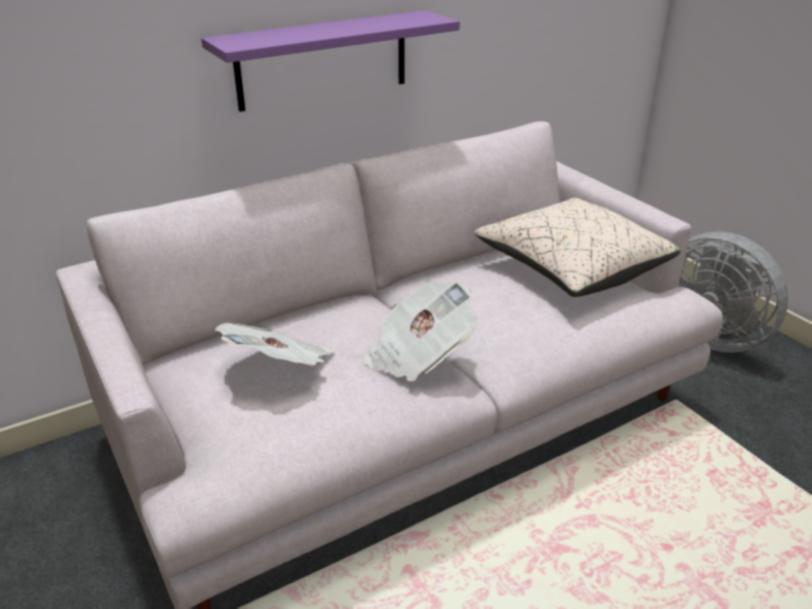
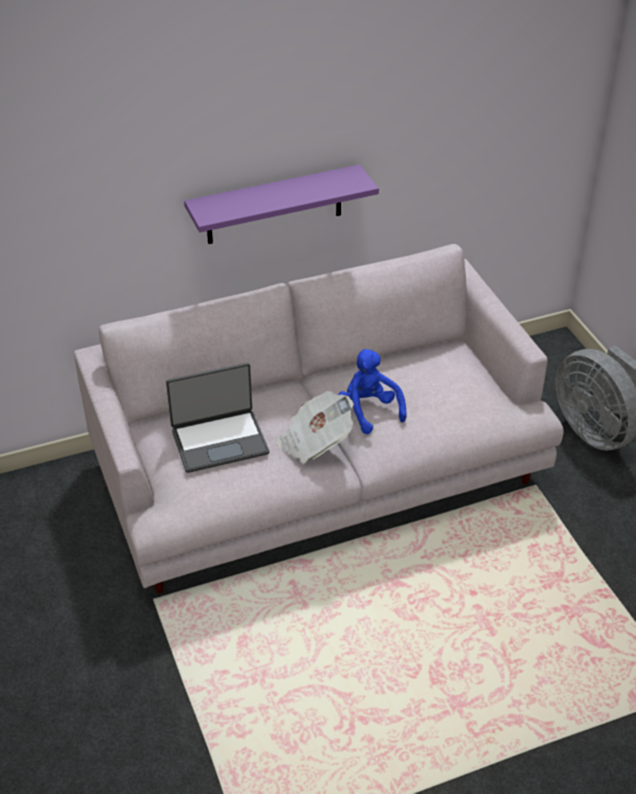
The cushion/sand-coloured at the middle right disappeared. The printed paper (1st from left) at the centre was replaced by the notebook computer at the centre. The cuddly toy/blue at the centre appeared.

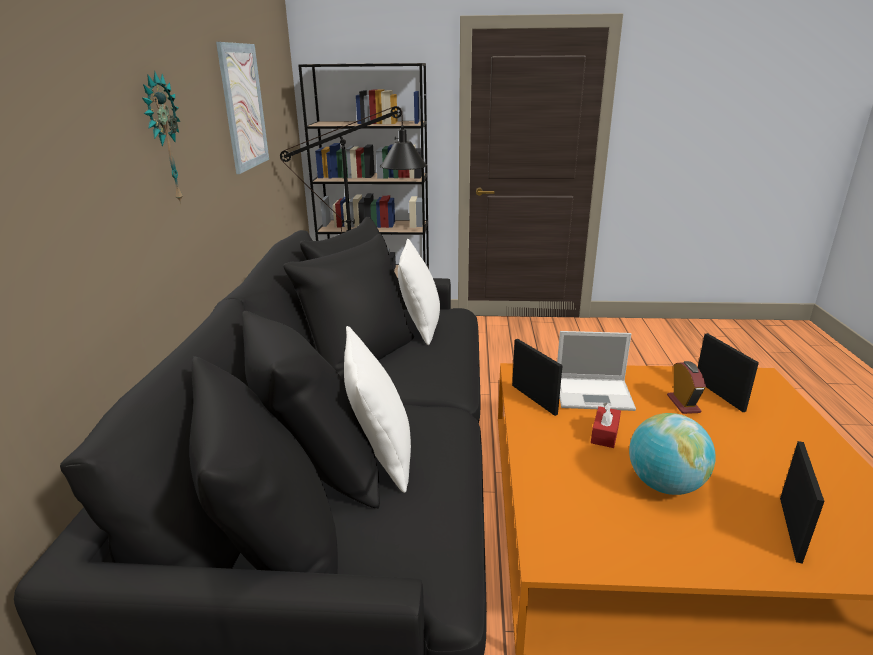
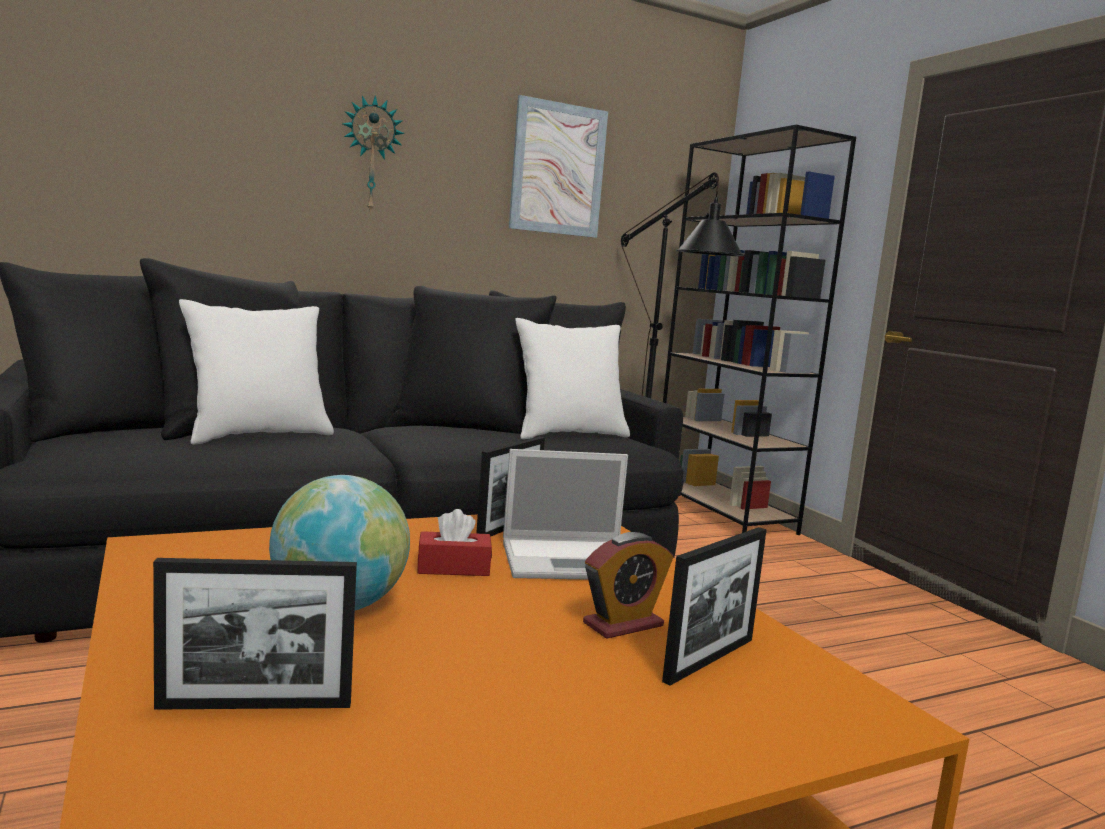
The notebook computer at the middle right turned 75 degrees counterclockwise.

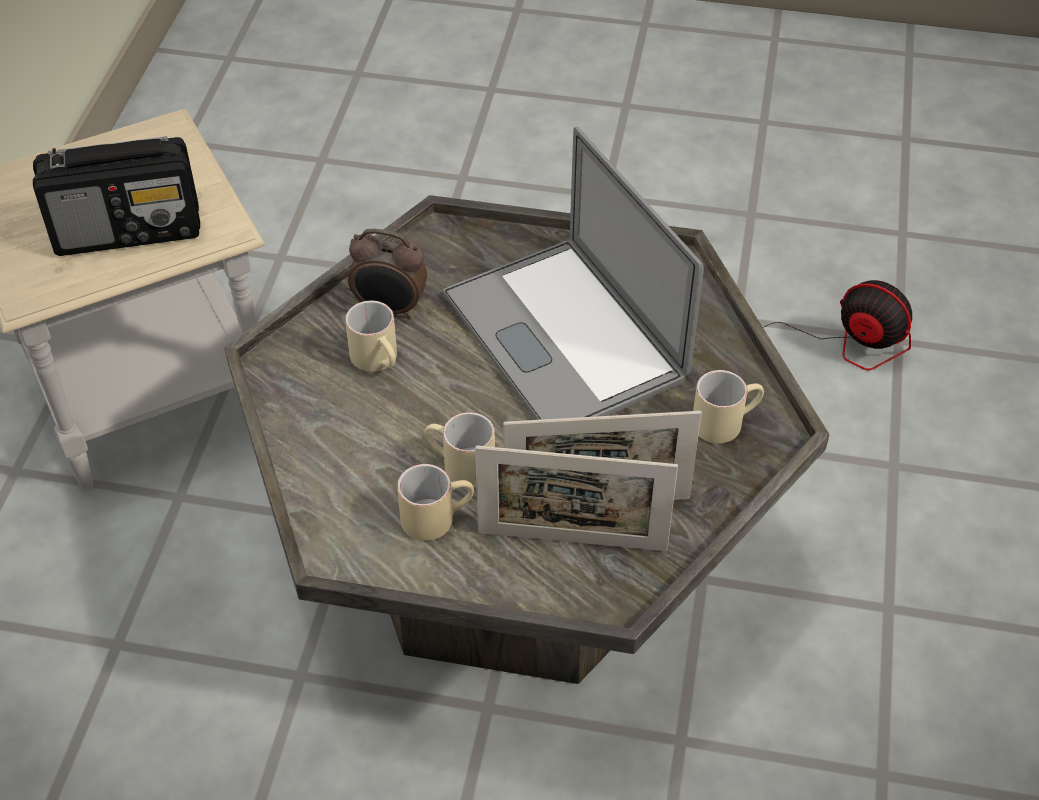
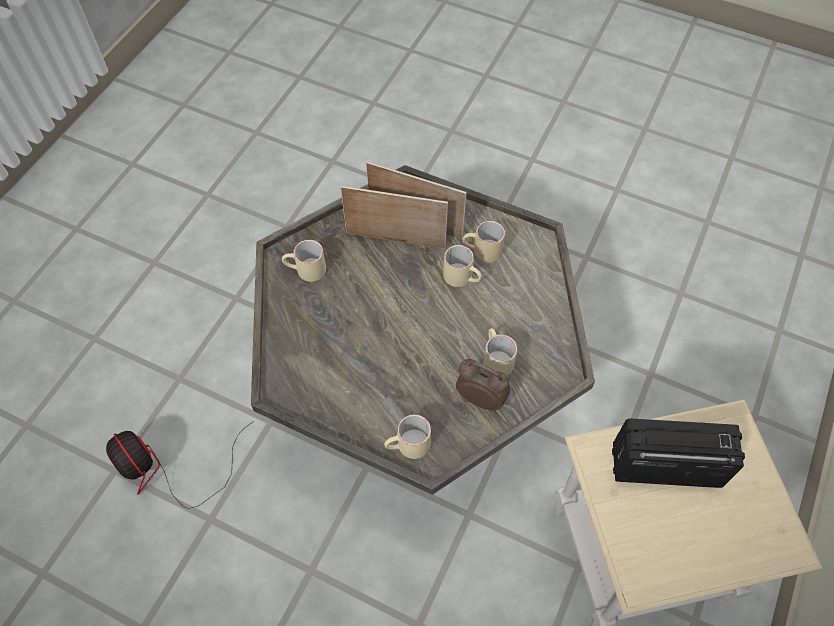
The notebook computer at the centre disappeared. The tea mug/sand-coloured (2nd from left) at the bottom centre appeared.

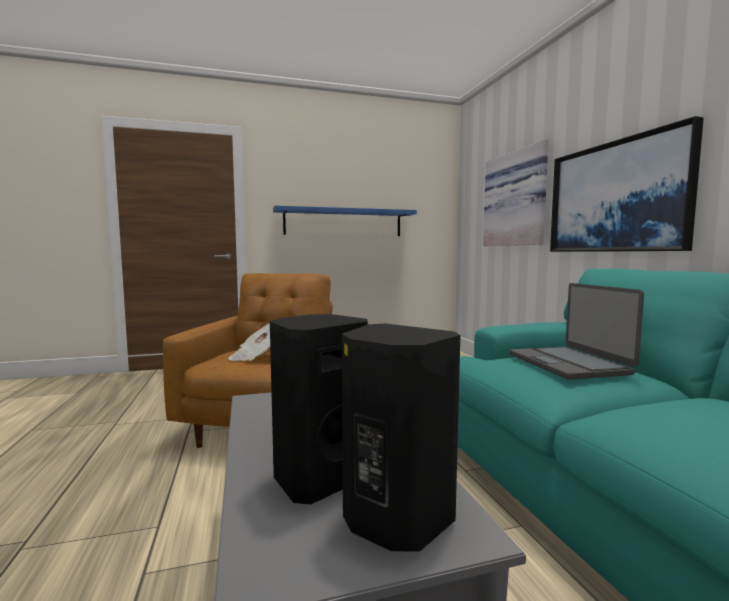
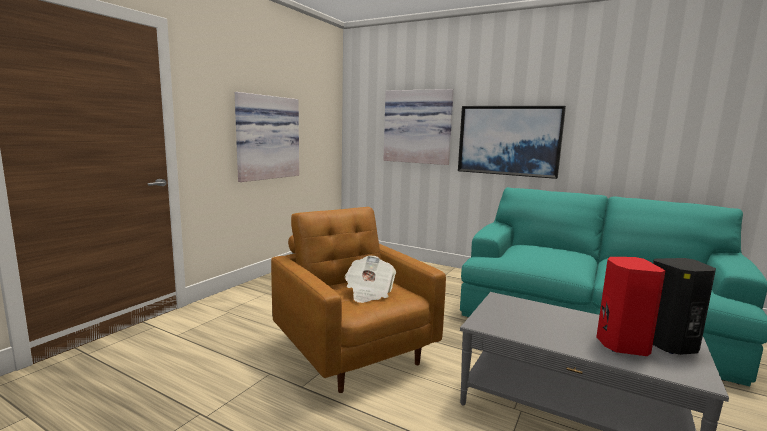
The wall shelf/blue at the centre was replaced by the wall art (1st from left) at the top centre. The notebook computer at the middle right disappeared. The loudspeaker/black (1st from left) at the bottom centre became the loudspeaker/red at the bottom right.

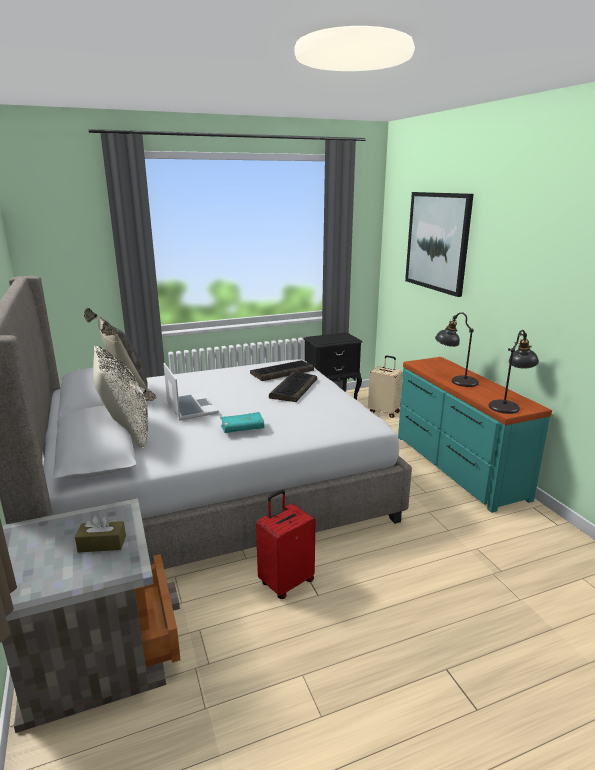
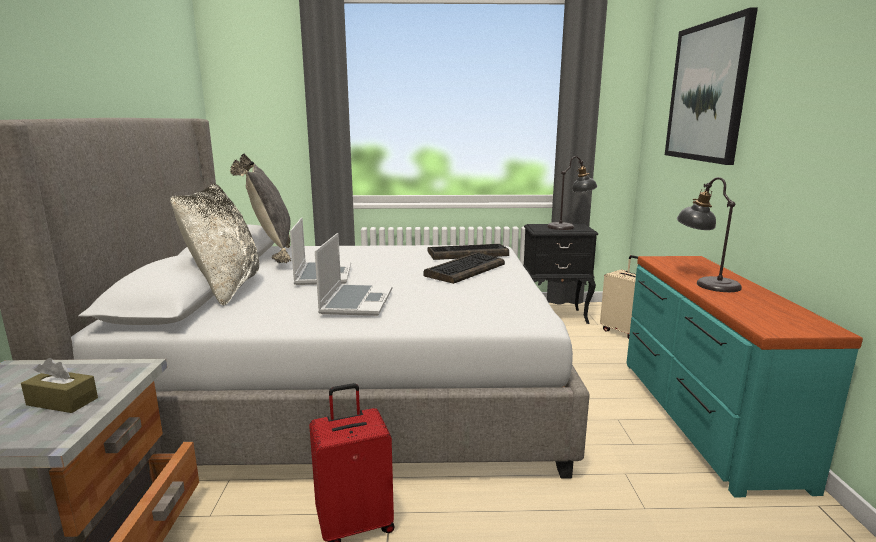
The lamp for a table/grey (2nd from left in the first image) moved from the middle right to the centre. The bound book/turquoise-coloured at the centre was replaced by the notebook computer (2nd from left) at the centre.

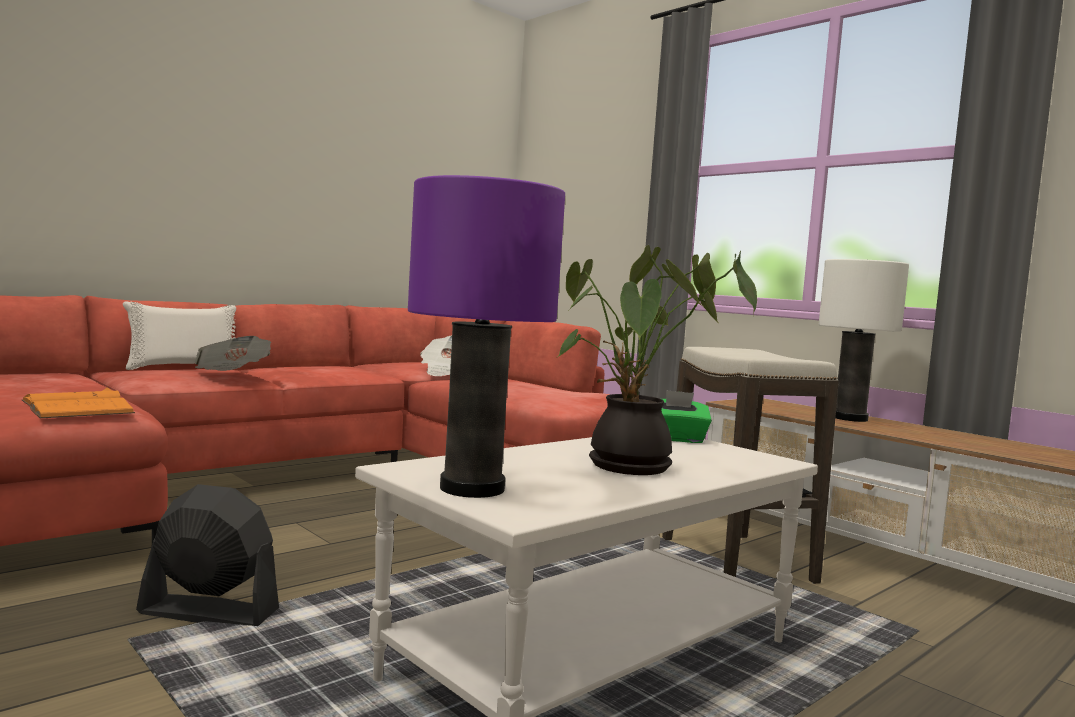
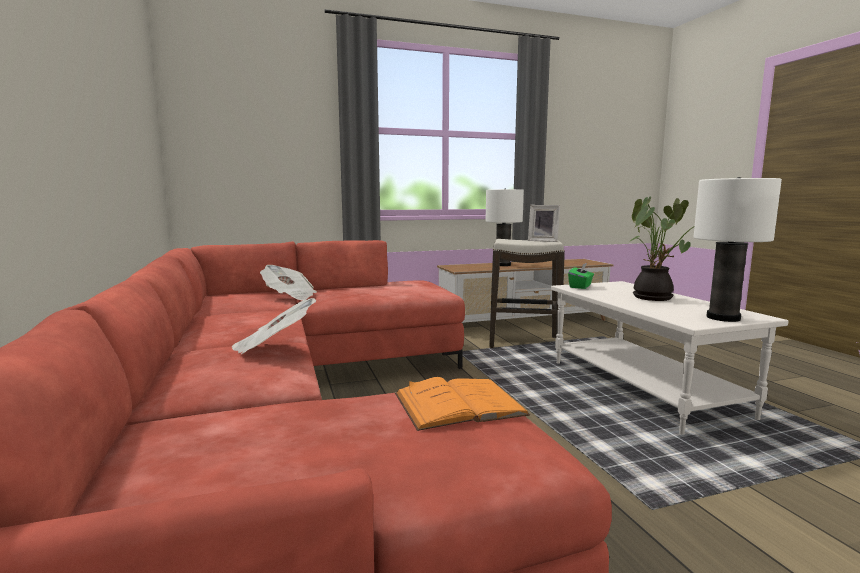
The lamp for a table/purple-coloured at the centre became the lamp for a table/whitish (2nd from left) at the middle right. The cushion/whitish at the middle left disappeared. The electric fan/black at the bottom left disappeared. The picture frame at the centre appeared.

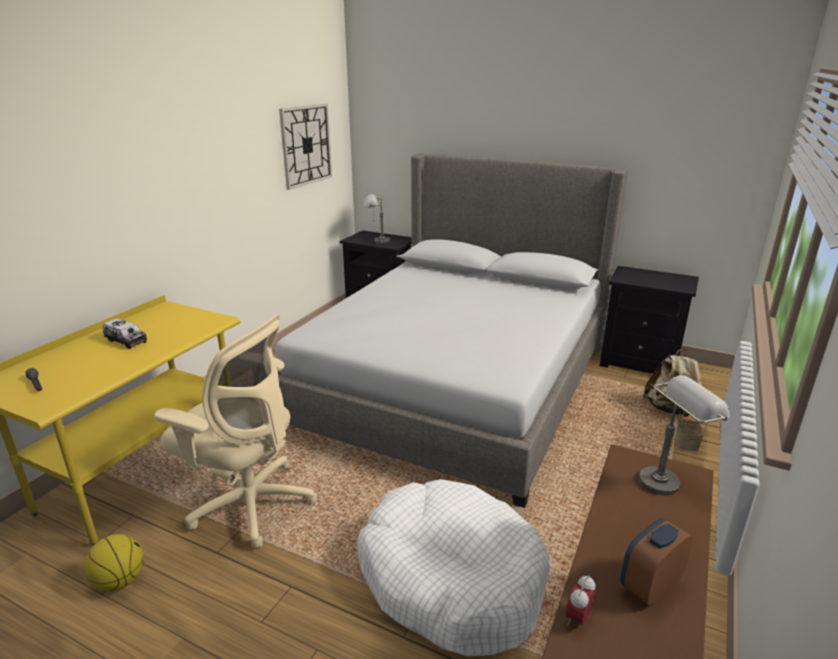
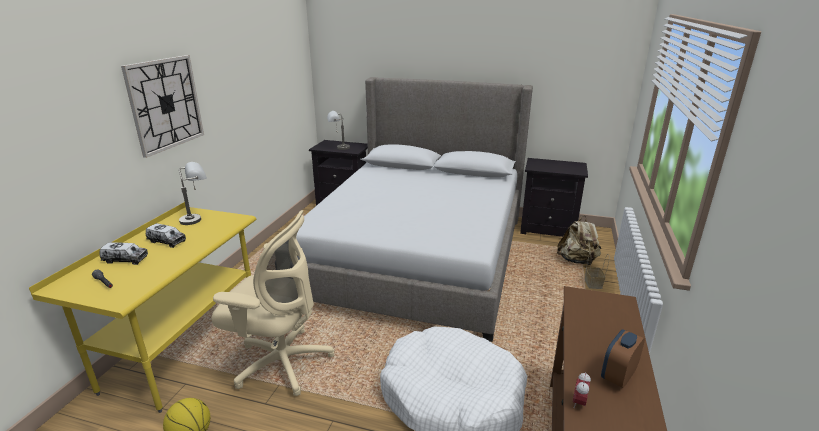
The hanging clock moved from the top centre to the top left. The lamp for a table/grey (2nd from left in the first image) moved from the middle right to the middle left. The toy truck (1st from left) at the middle left appeared.

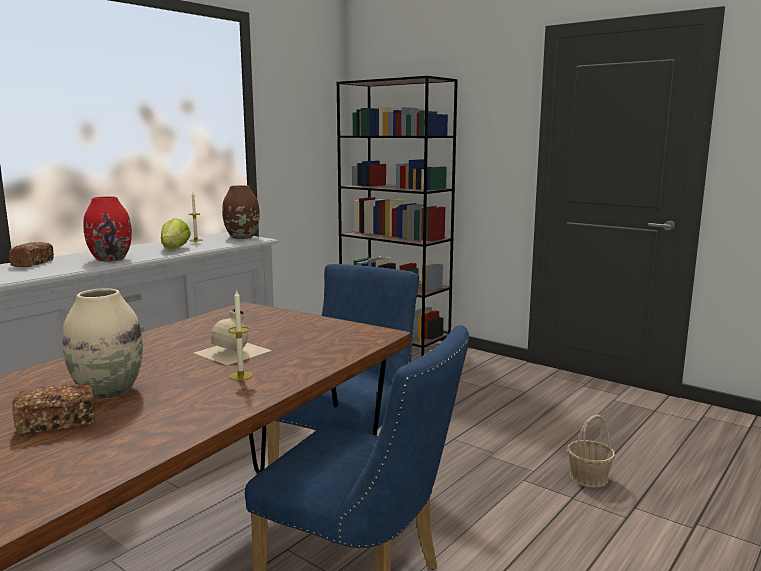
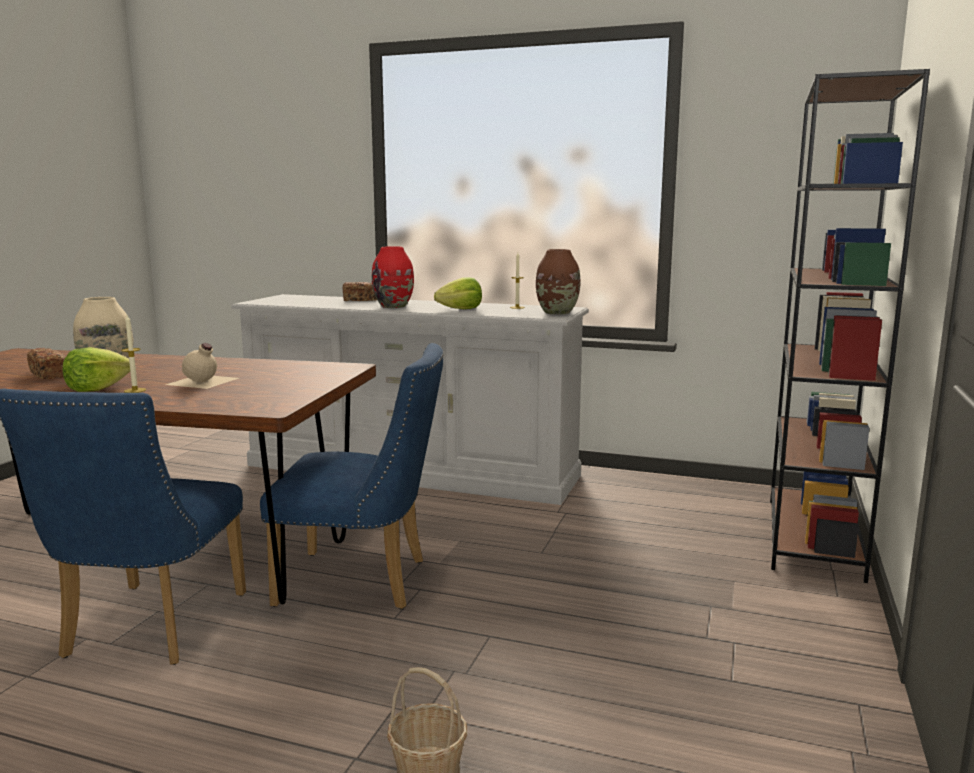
The head of lettuce (1st from left) at the middle left appeared.

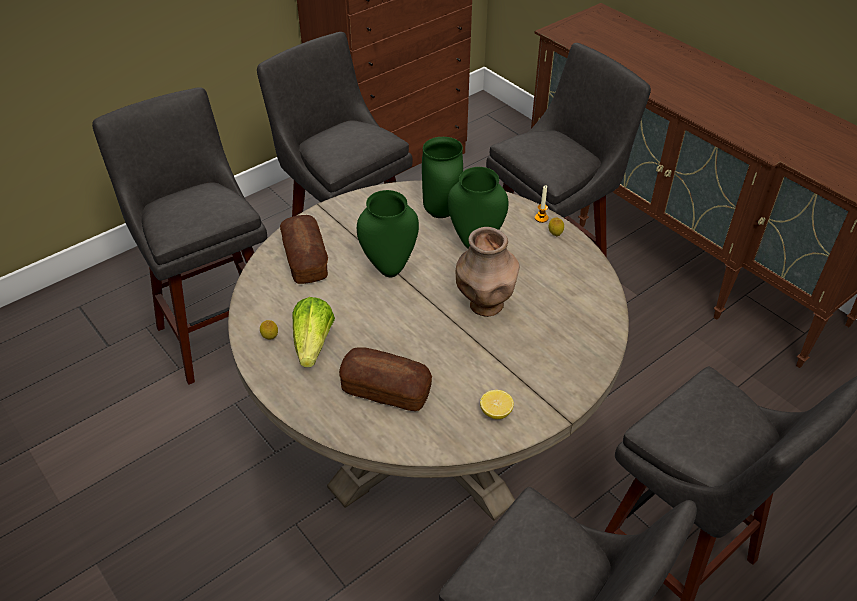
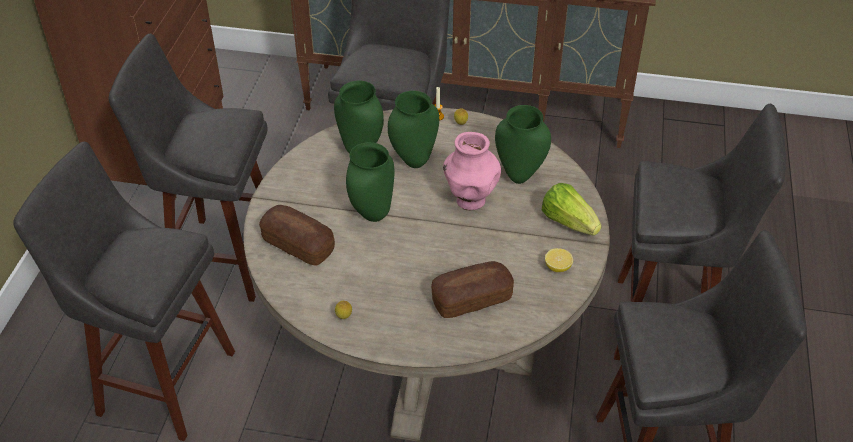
The decorative vase/brown-coloured at the centre became the decorative vase/pink-coloured at the centre. The head of lettuce moved from the centre to the middle right. The decorative vase/green (4th from left) at the top centre appeared.

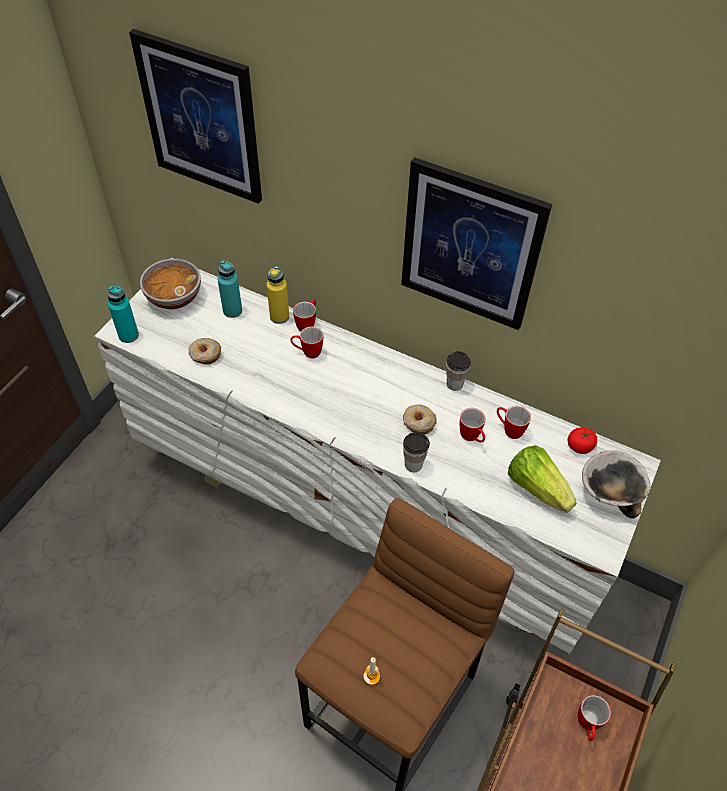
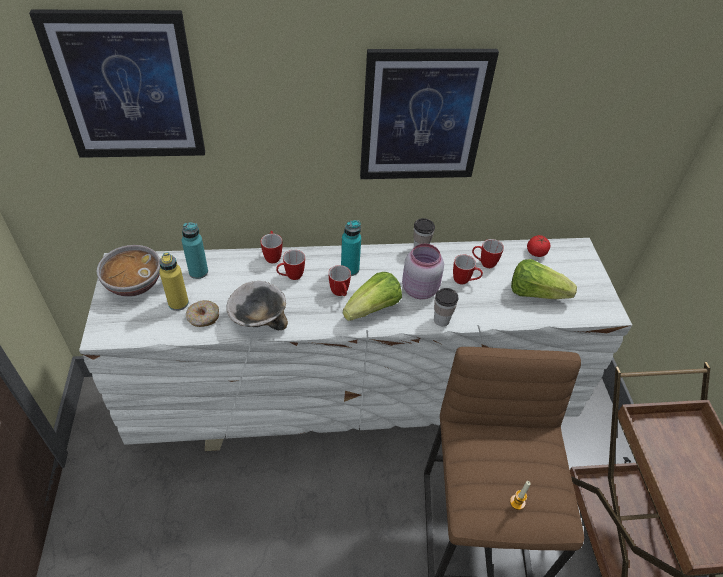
The beverage bottle/yellowish moved from the centre to the middle left. The beverage bottle/turquoise-coloured (1st from left in the first image) moved from the middle left to the centre. The ring doughnut (2nd from left) at the centre was replaced by the preserve jar/pink-coloured at the centre. The serving bowl (2nd from left) moved from the middle right to the centre. The tea mug (5th from left in the first image) moved from the bottom right to the centre. The head of lettuce (1st from left) at the centre appeared.

